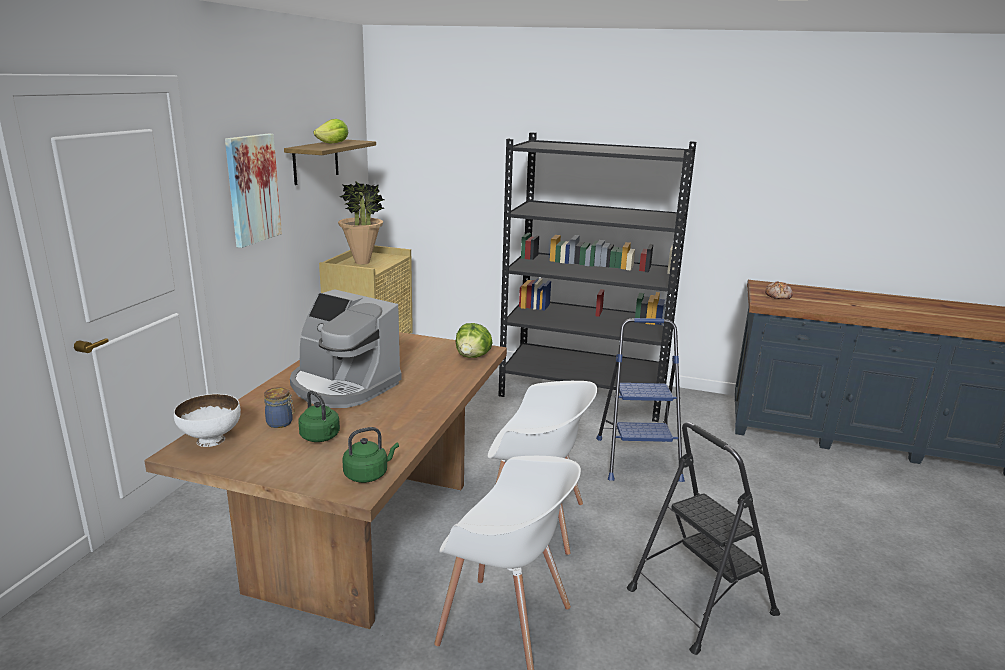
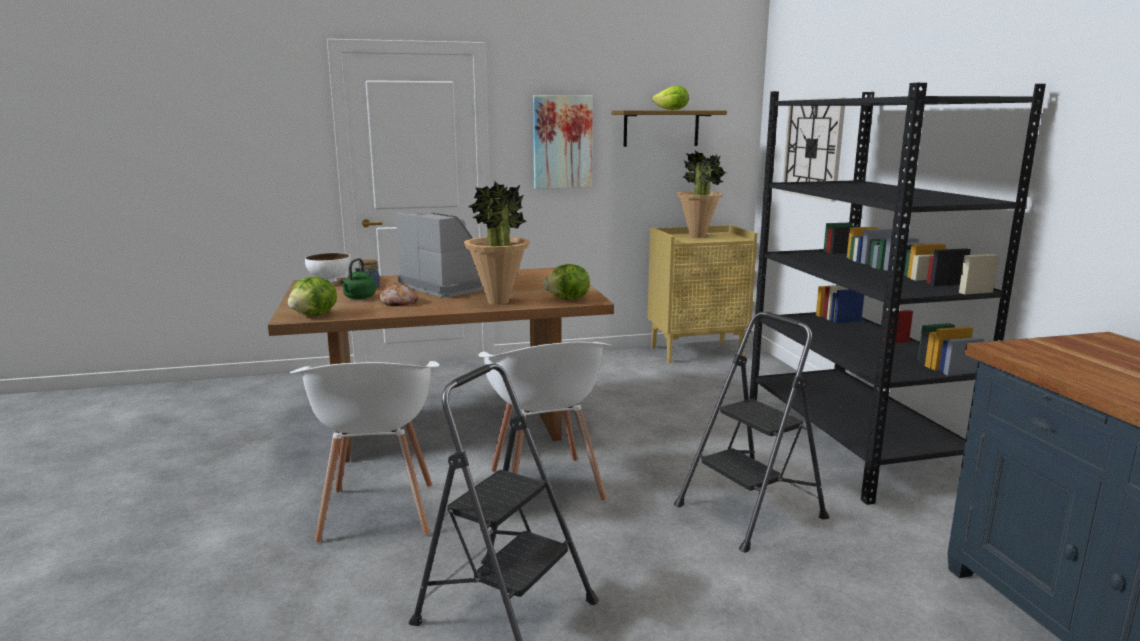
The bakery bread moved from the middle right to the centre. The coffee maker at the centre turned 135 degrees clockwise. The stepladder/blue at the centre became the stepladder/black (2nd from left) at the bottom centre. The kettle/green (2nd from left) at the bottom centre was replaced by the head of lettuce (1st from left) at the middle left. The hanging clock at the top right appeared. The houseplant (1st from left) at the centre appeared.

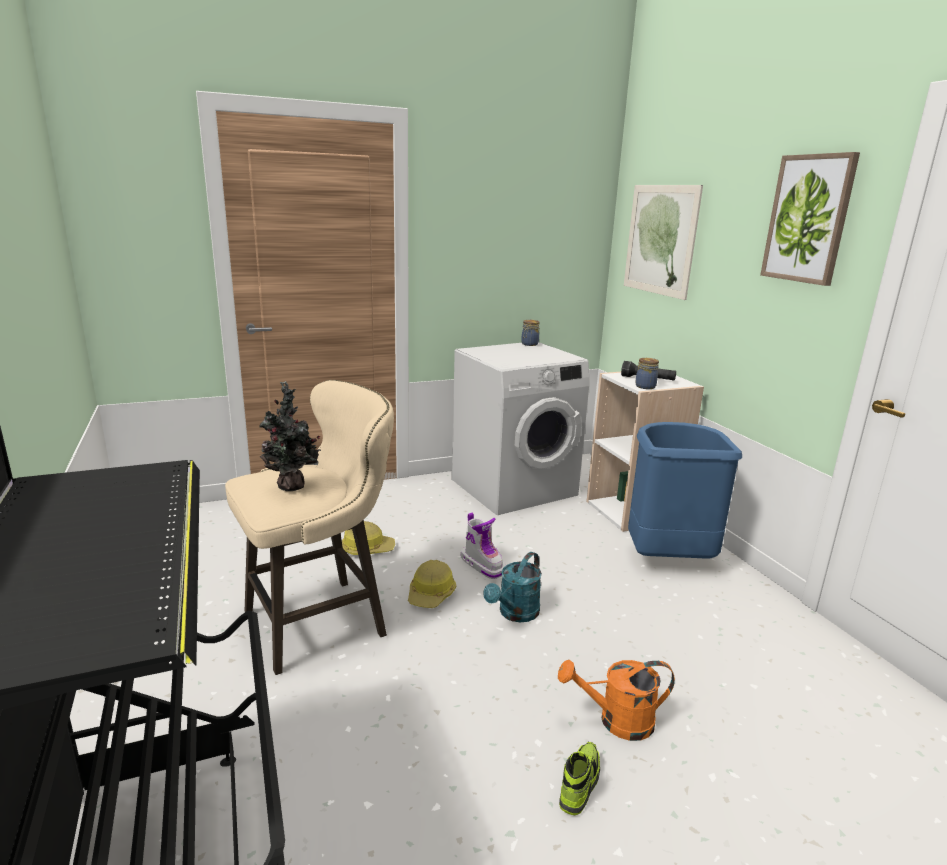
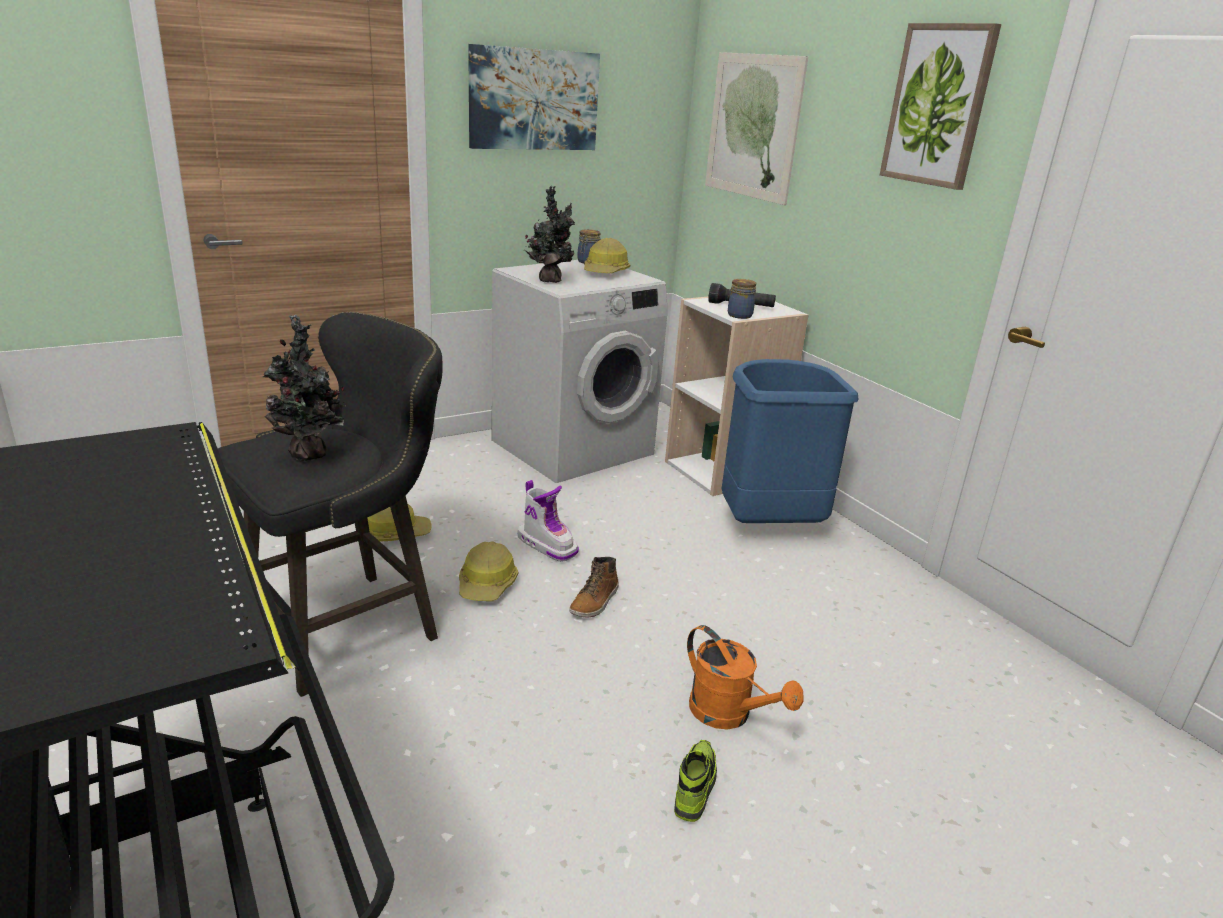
The stool/sand-coloured at the middle left became the stool/black at the middle left. The sprinkling can/turquoise-coloured at the bottom centre was replaced by the boot (2nd from left) at the centre. The sprinkling can/orangey at the bottom centre turned 120 degrees counterclockwise. The wall art (1st from left) at the top centre appeared. The houseplant (2nd from left) at the top centre appeared. The hard hat (3rd from left) at the top centre appeared.

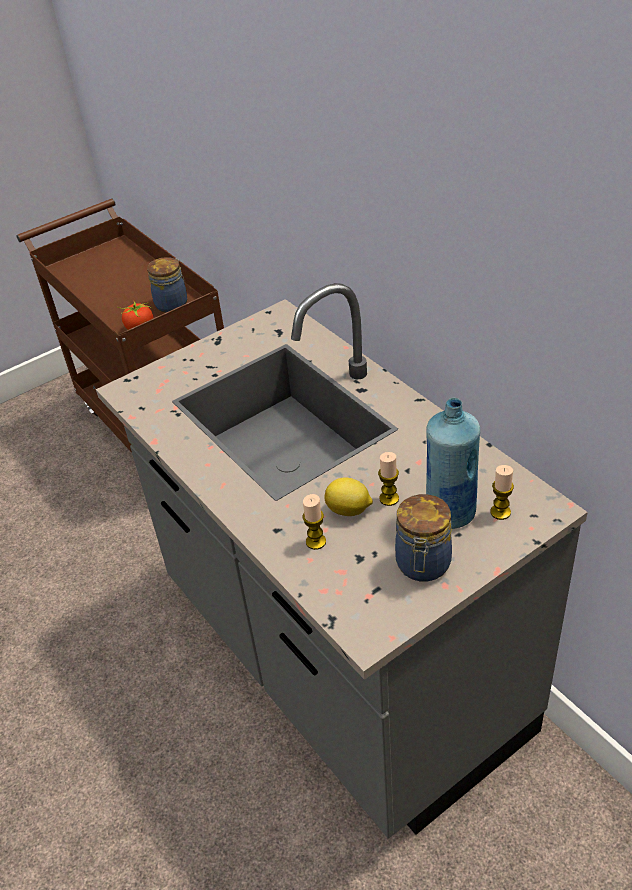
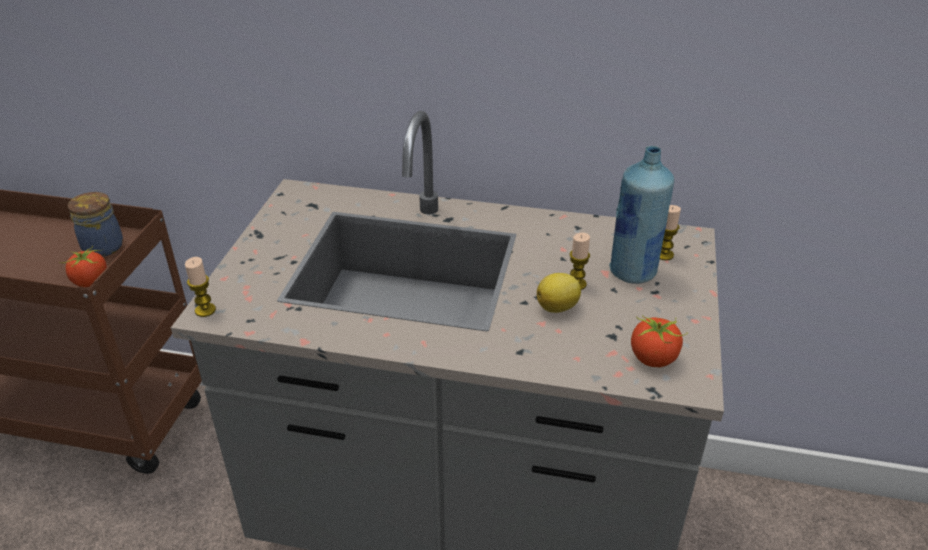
The candle (1st from left) moved from the centre to the middle left. The preserve jar (2nd from left) at the middle right disappeared. The tomato (2nd from left) at the middle right appeared.

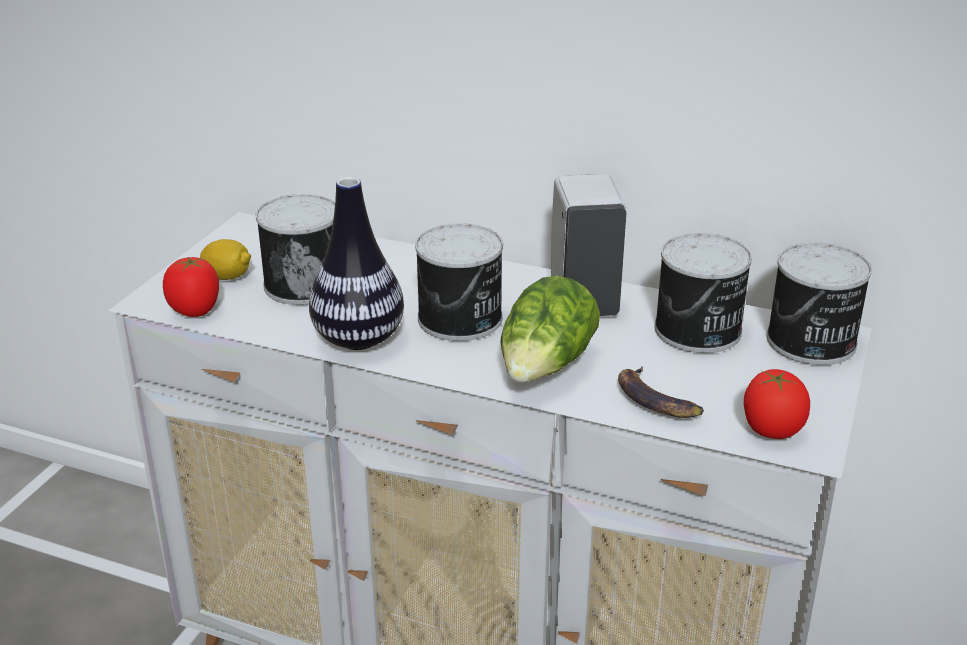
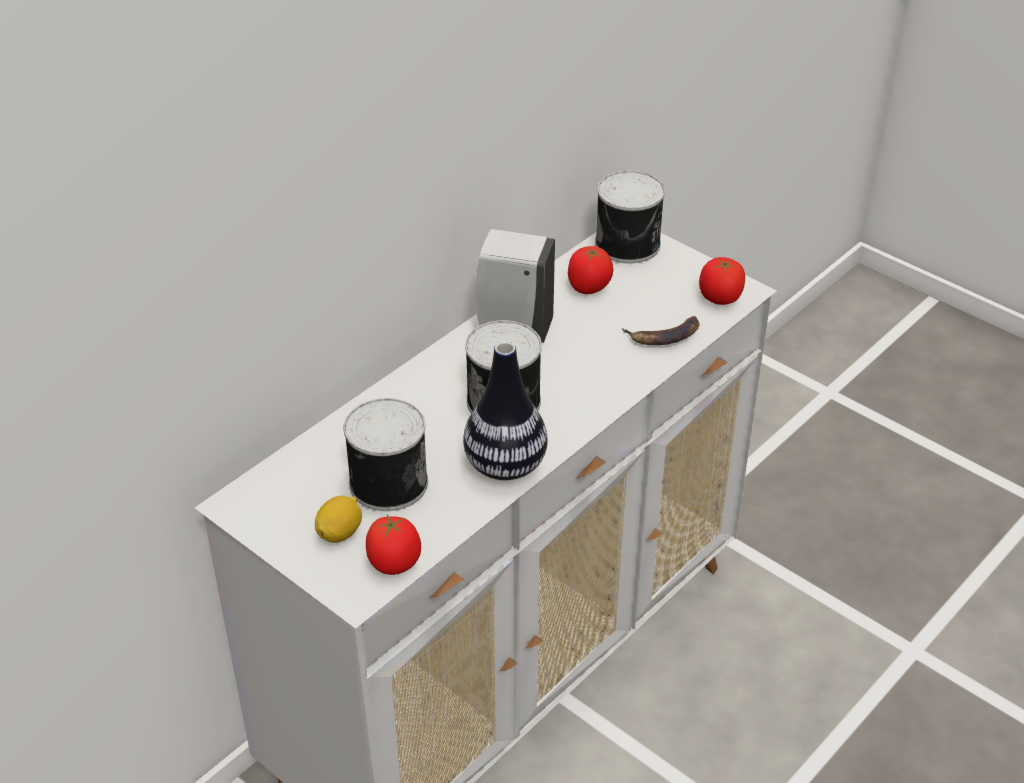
The metal can (3rd from left) at the middle right was replaced by the tomato (2nd from left) at the centre. The head of lettuce at the centre disappeared.

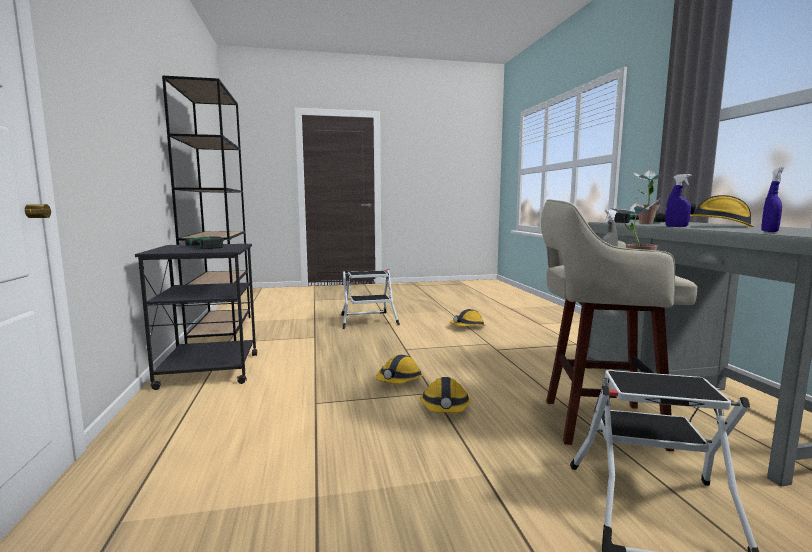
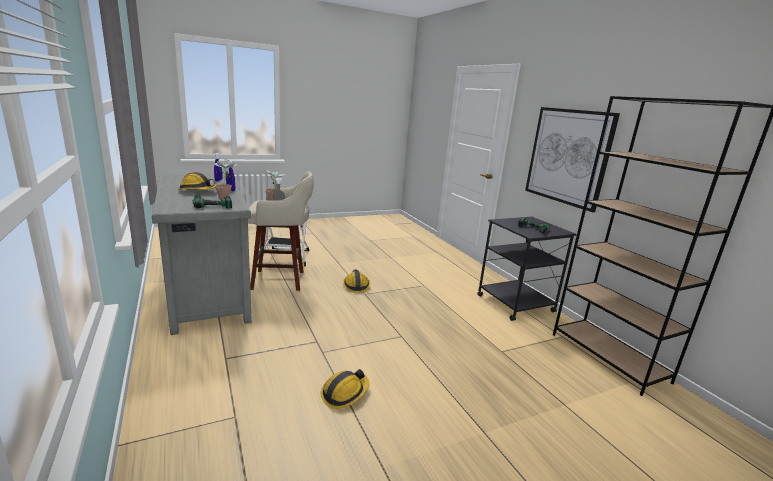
The stepladder (1st from left) at the centre disappeared. The hard hat (1st from left) at the bottom centre disappeared. The wall art at the top right appeared.

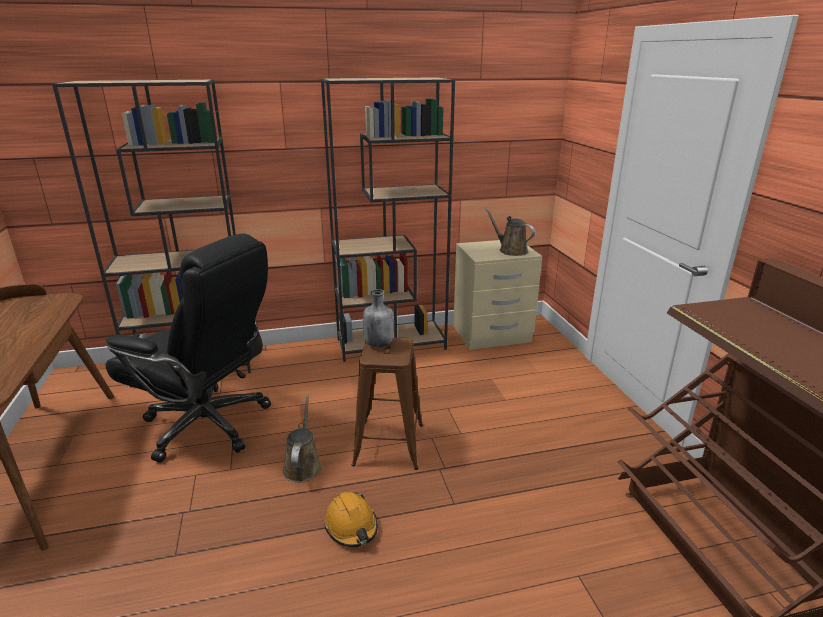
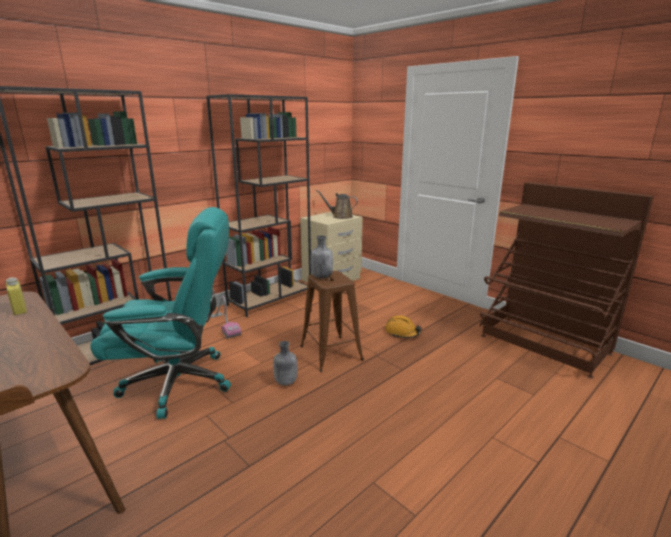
The office chair/black at the middle left became the office chair/turquoise-coloured at the middle left. The sprinkling can/brown-coloured (1st from left) at the bottom centre was replaced by the beverage bottle/grey (1st from left) at the bottom centre. The hard hat/orangey moved from the bottom centre to the centre. The beverage bottle/yellowish at the middle left appeared. The vacuum at the centre appeared.

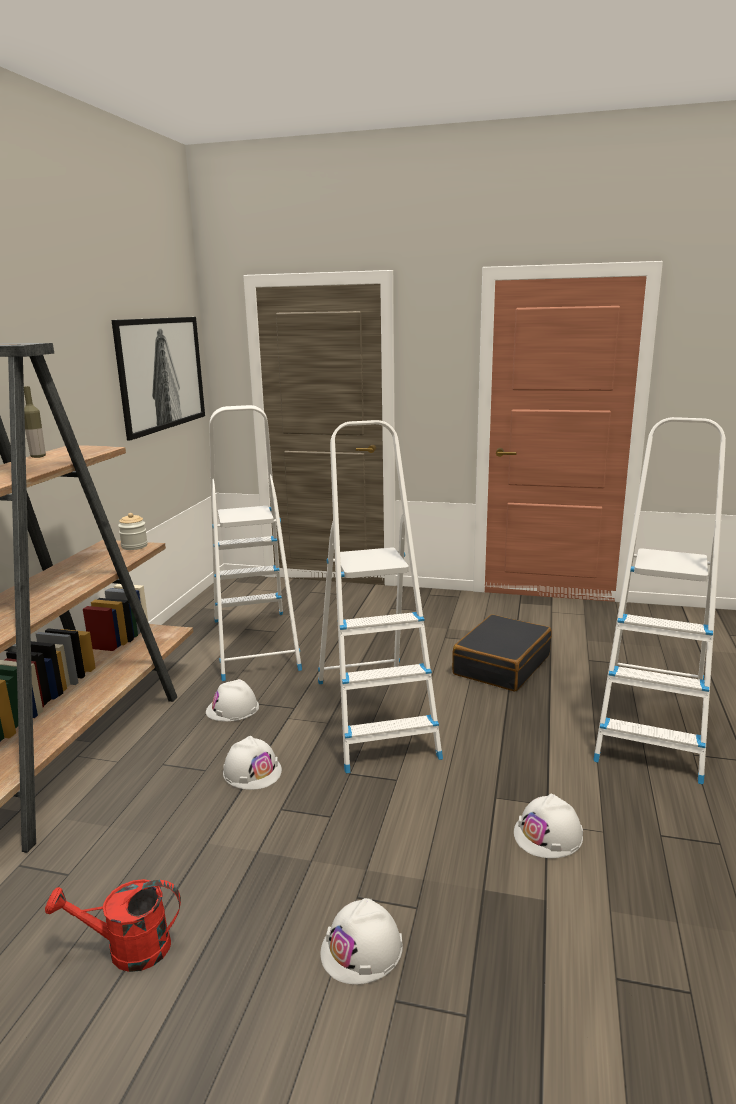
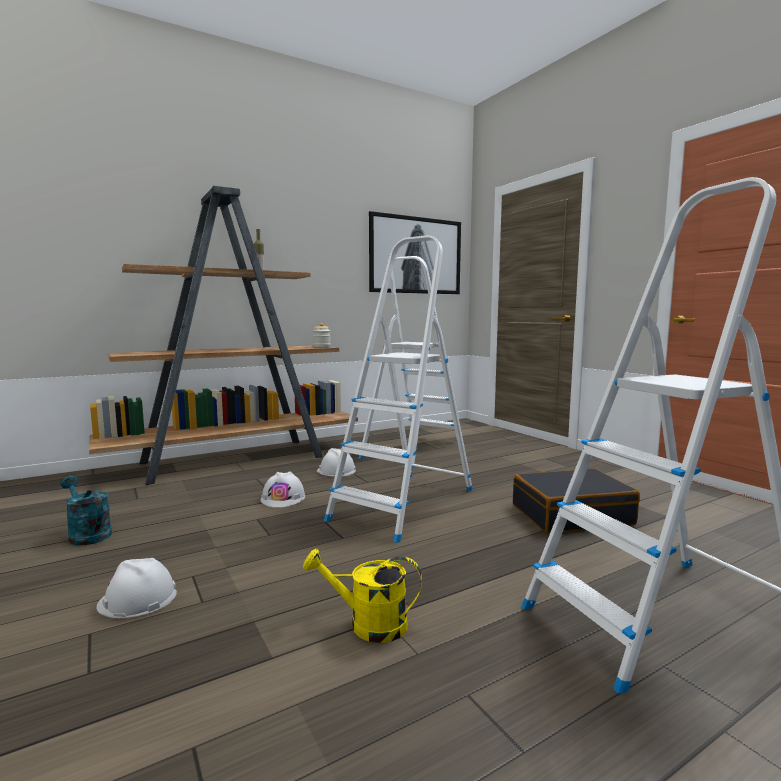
The hard hat/whitish (4th from left) at the bottom right was replaced by the sprinkling can/yellowish at the bottom centre. The sprinkling can/red at the bottom left became the sprinkling can/turquoise-coloured at the middle left.

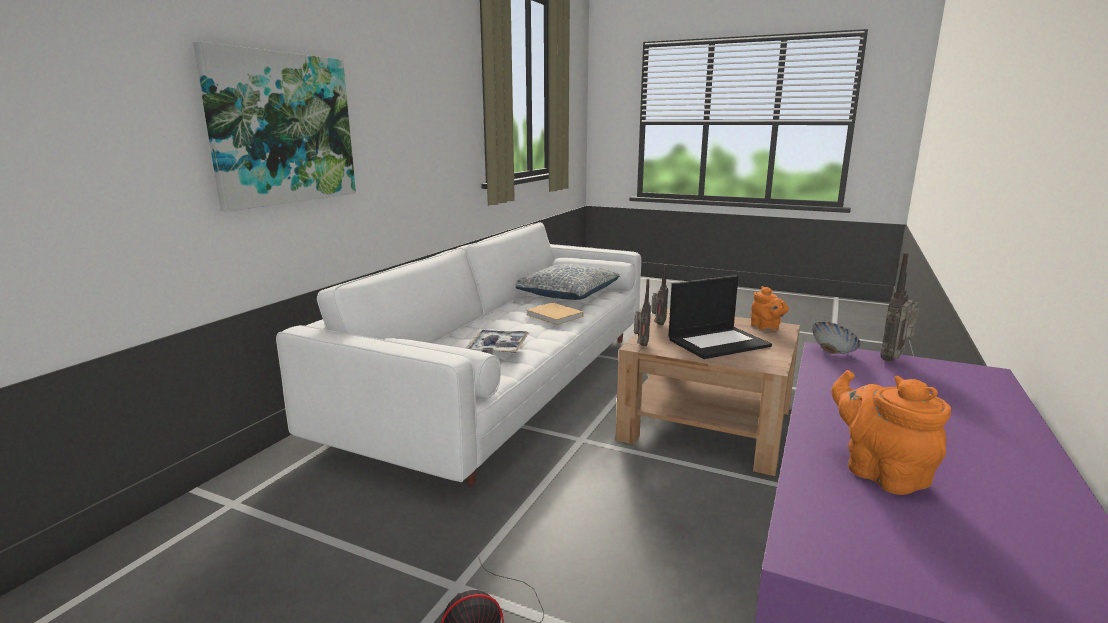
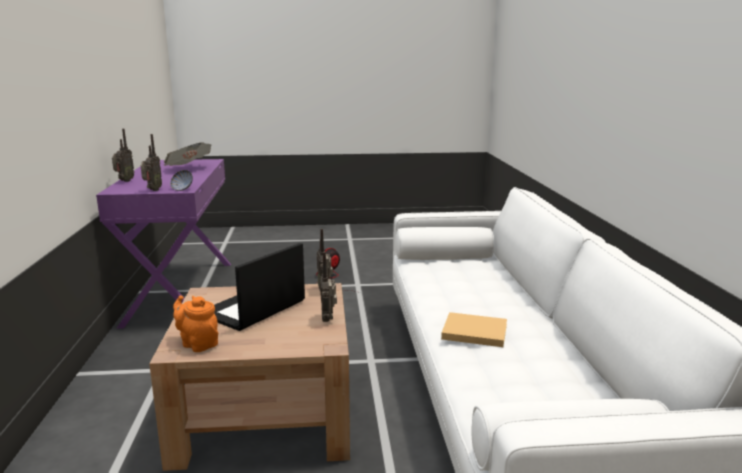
The wall art at the top left disappeared. The cushion at the centre disappeared. The serving tray at the centre disappeared. The teapot/orangey (2nd from left) at the bottom right was replaced by the printed paper at the top left. The radio receiver (1st from left) at the top left appeared.

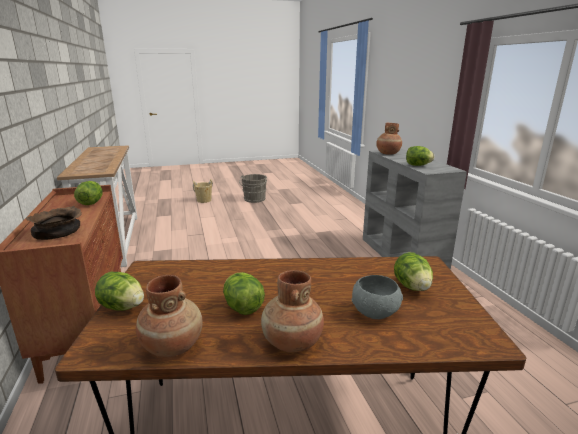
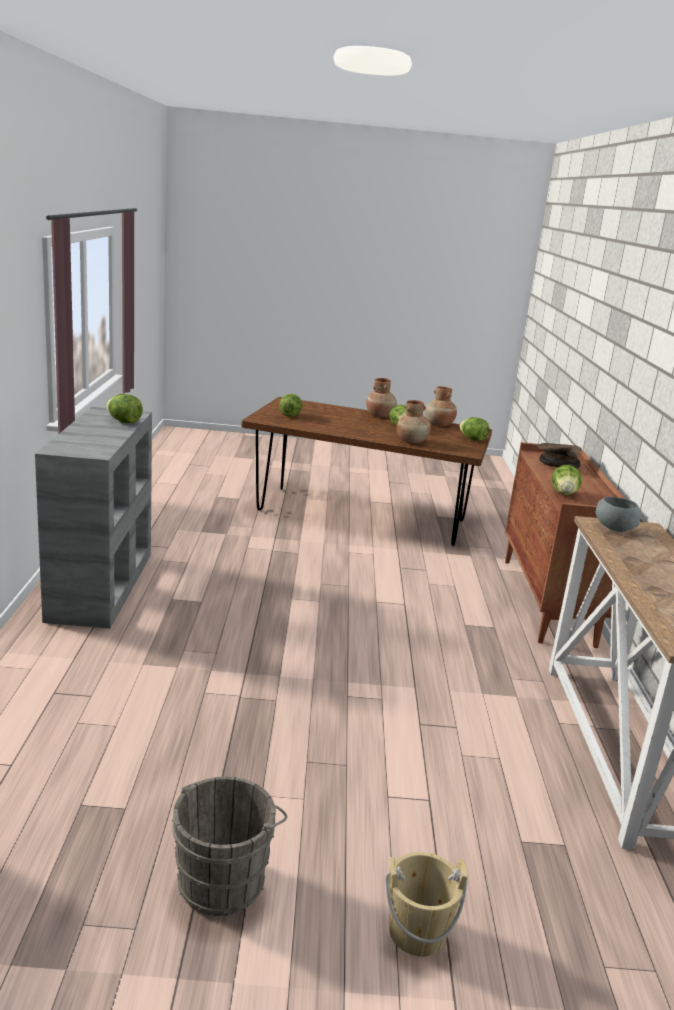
The decorative vase/brown-coloured (3rd from left in the first image) moved from the top right to the centre. The serving bowl/grey moved from the bottom centre to the middle right.

